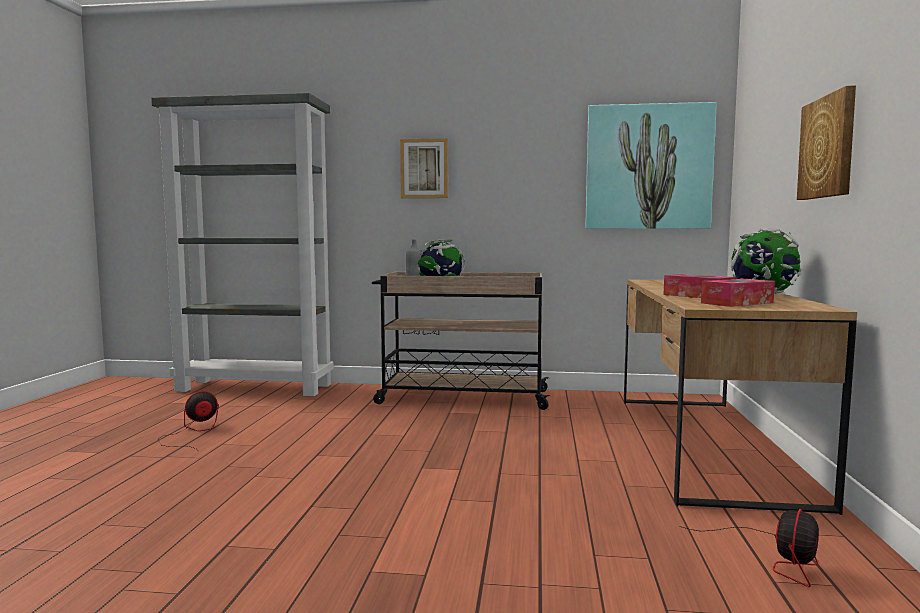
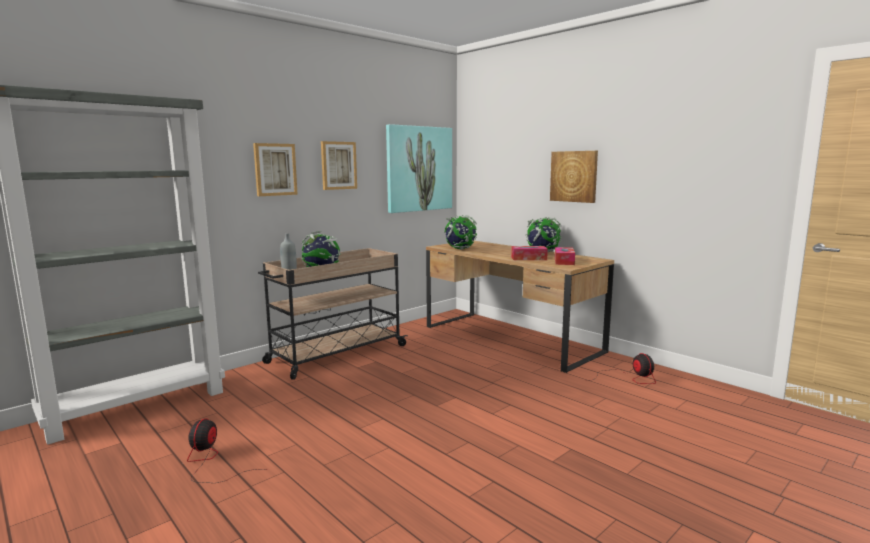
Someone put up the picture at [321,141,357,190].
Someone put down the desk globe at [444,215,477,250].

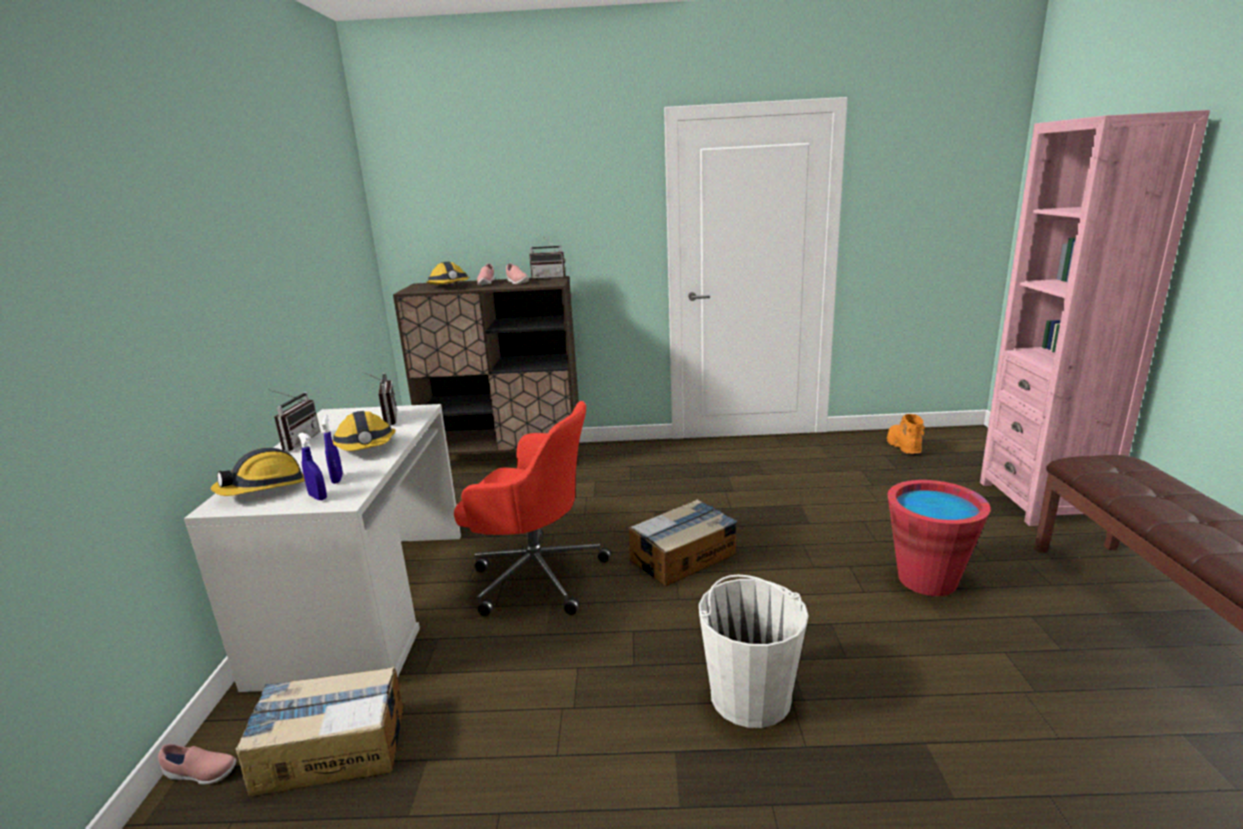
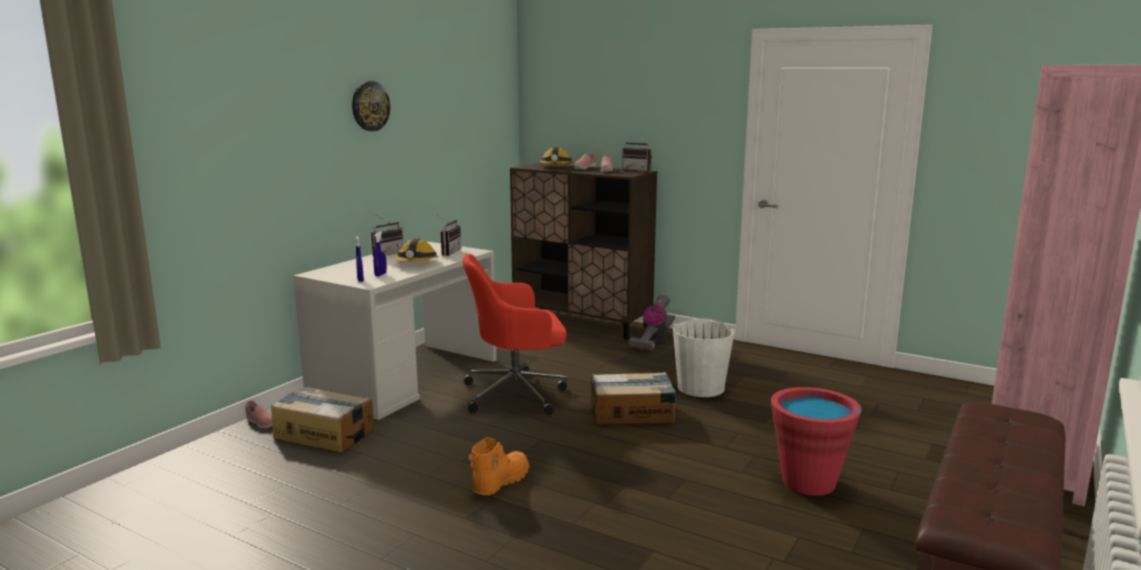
Someone rotated the red-coloured office chair at [454,401,611,617] by 120 degrees clockwise.
Someone carried the orangey boot from [887,414,925,454] to [469,437,529,495].
Someone took away the work helmet at [211,448,305,496].
Someone carried the white-coloured bucket from [699,575,809,728] to [673,319,735,397].
Someone put up the clock on the wall at [352,81,390,131].
Someone put down the vacuum at [629,295,675,351].

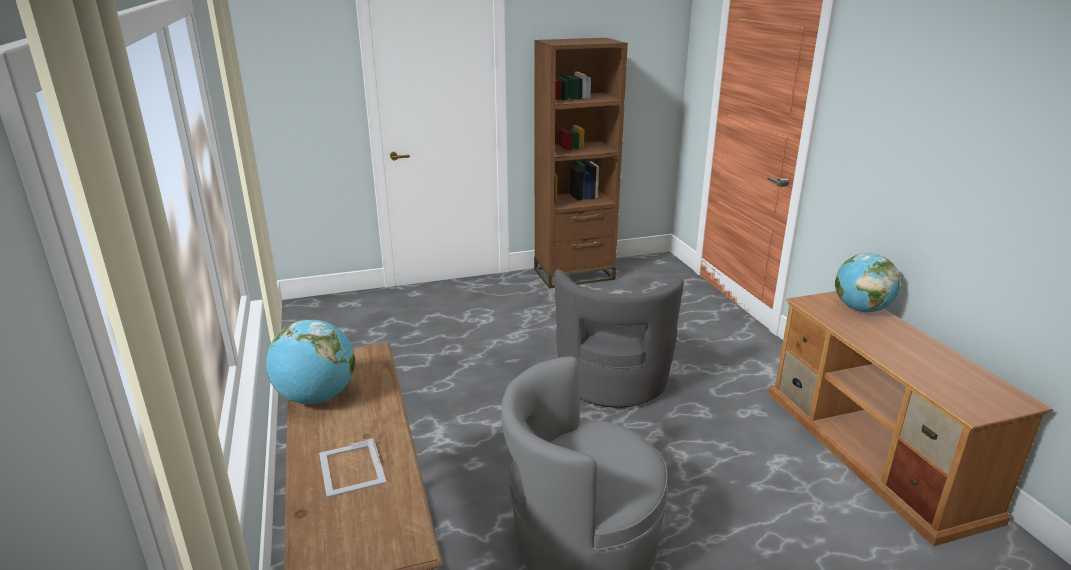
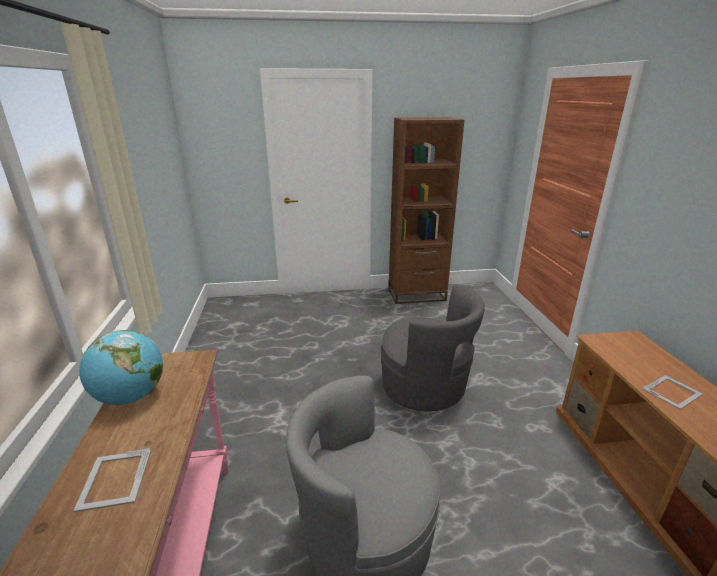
Someone took away the desk globe at [835,253,901,312].
Someone rotated the grey armchair at [554,269,684,408] by 75 degrees counterclockwise.
Someone put down the picture frame at [642,375,703,410].

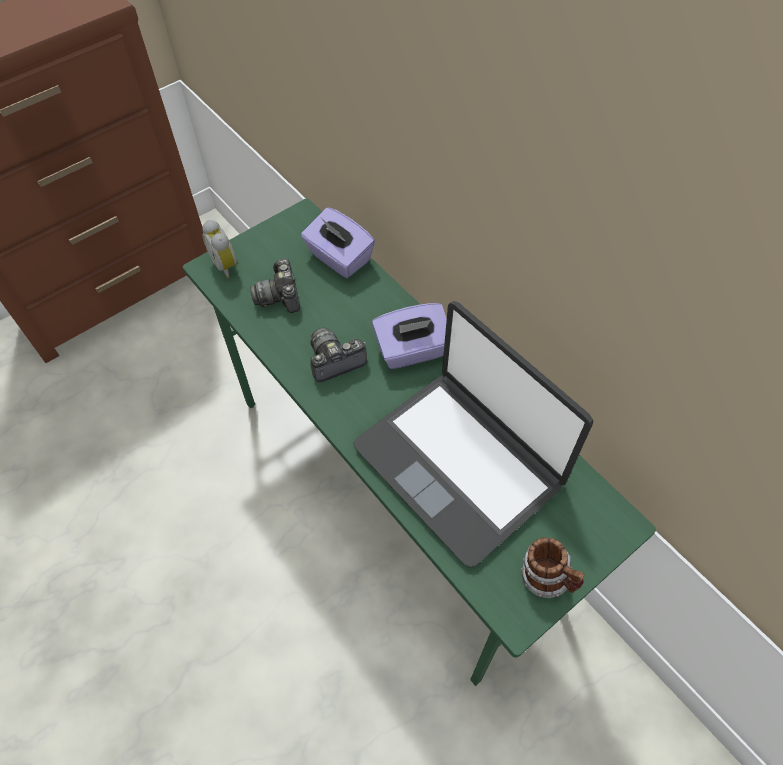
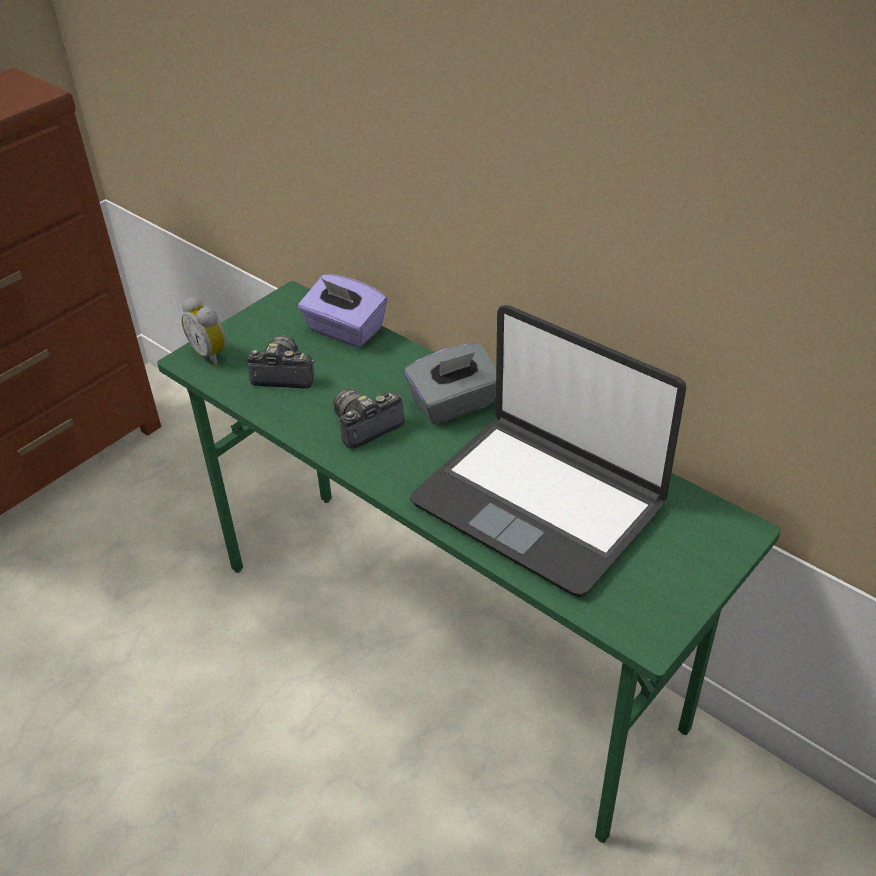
Someone rotated the still camera at [250,258,300,313] by 120 degrees clockwise.
Someone repainted the purple tissue box at [372,303,447,369], which became the grey tissue box at [404,343,496,424].
Someone took away the coffee mug at [521,537,585,598].

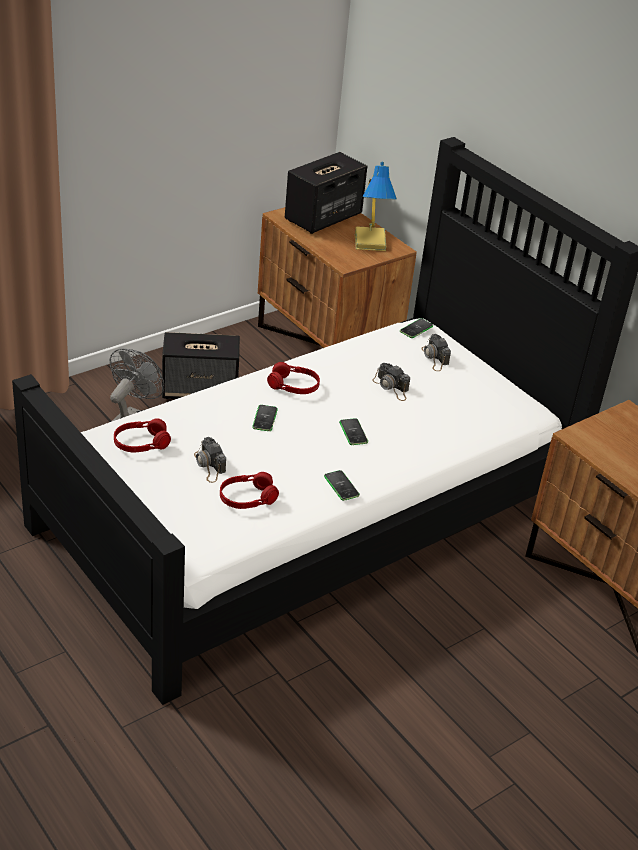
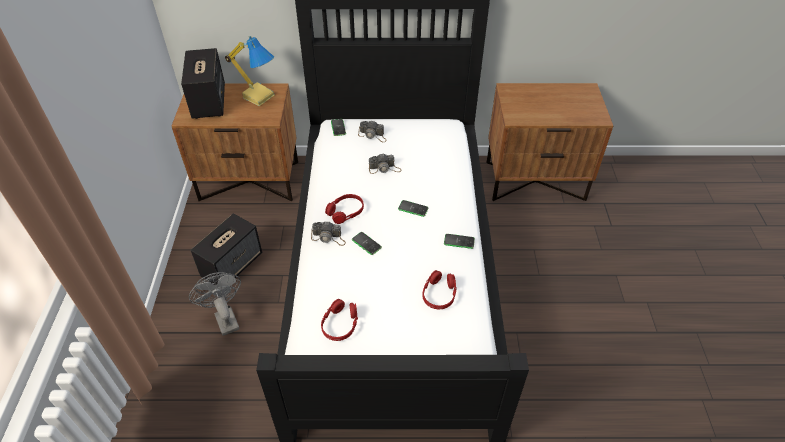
Someone carried the still camera from [194,437,226,483] to [311,221,346,246].

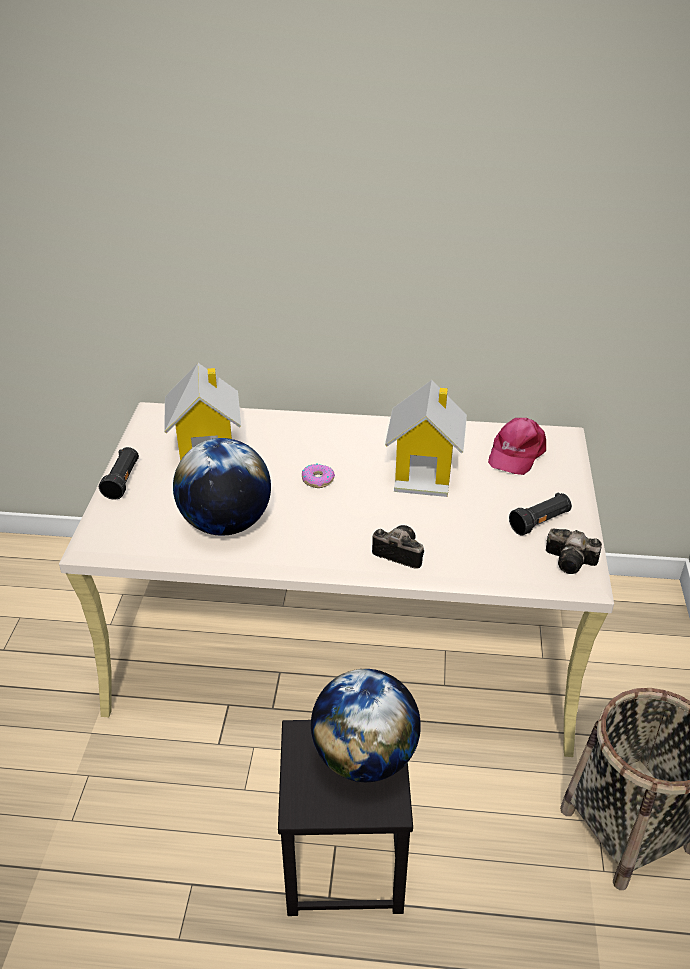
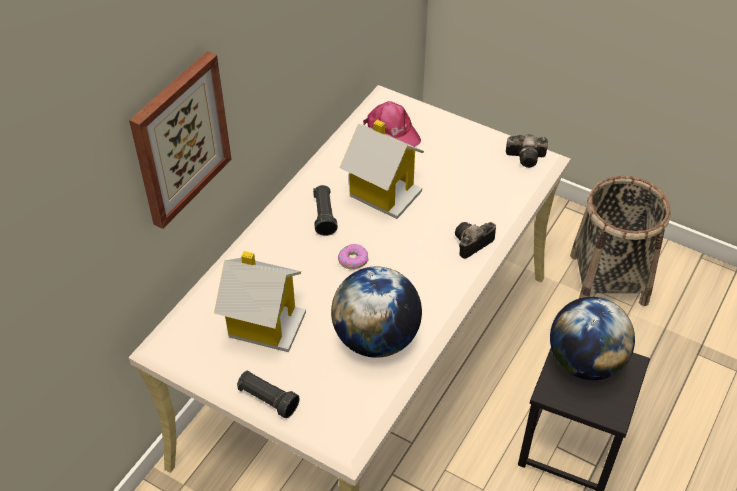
Someone carried the blackish flashlight from [509,492,572,536] to [313,185,338,236].
Someone rotated the still camera at [546,528,602,574] by 45 degrees clockwise.
Someone put up the picture at [129,51,232,229].

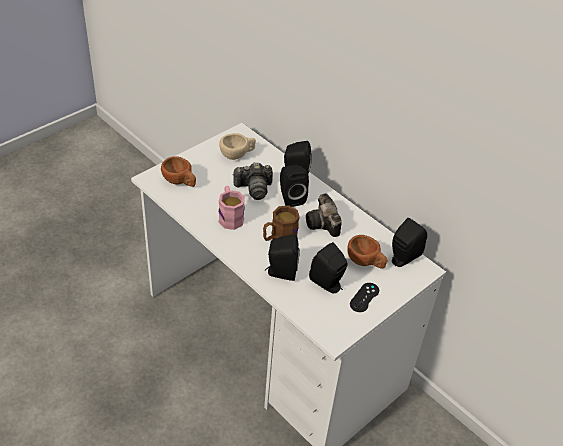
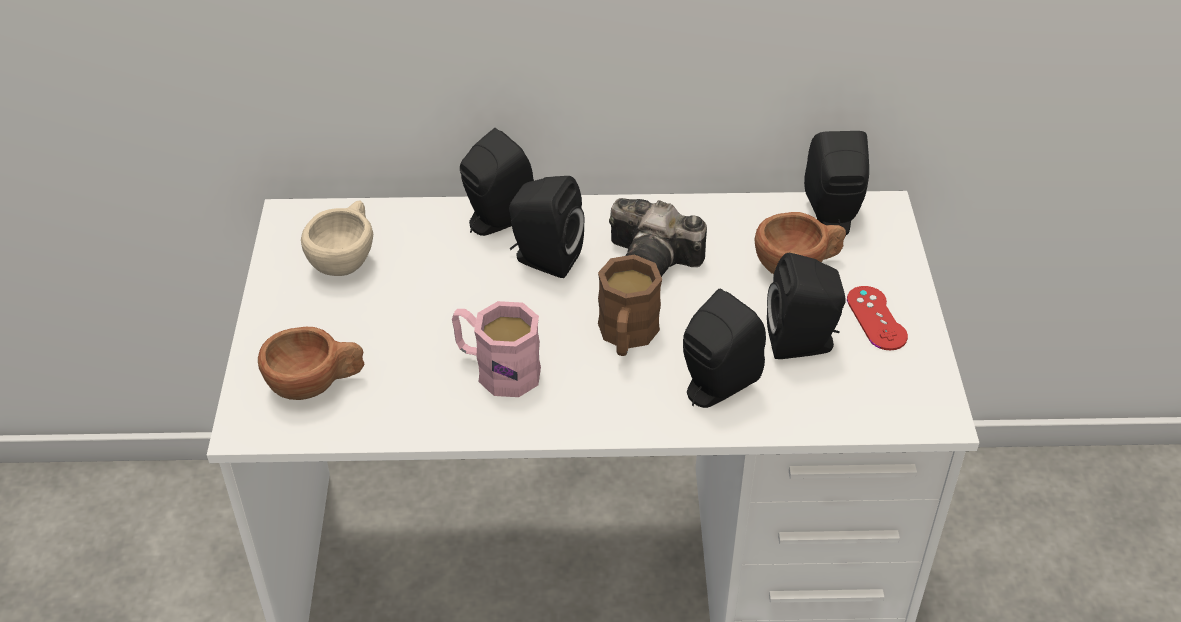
Someone took away the still camera at [232,162,273,200].
Someone repainted the blackish joypad at [350,283,379,312], which became the red-coloured joypad at [847,286,908,350].

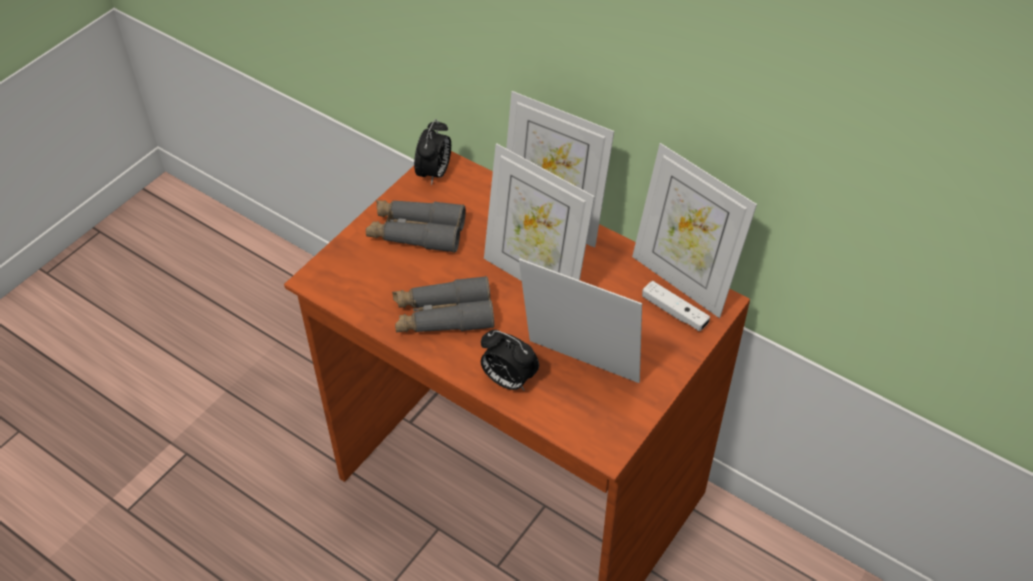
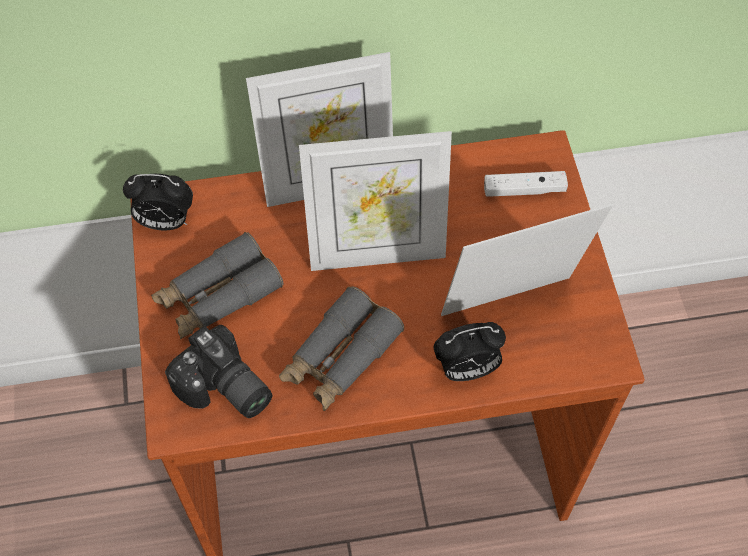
Someone rotated the alarm clock at [414,119,451,185] by 120 degrees clockwise.
Someone took away the picture frame at [632,143,757,318].
Someone put down the still camera at [165,325,272,418].

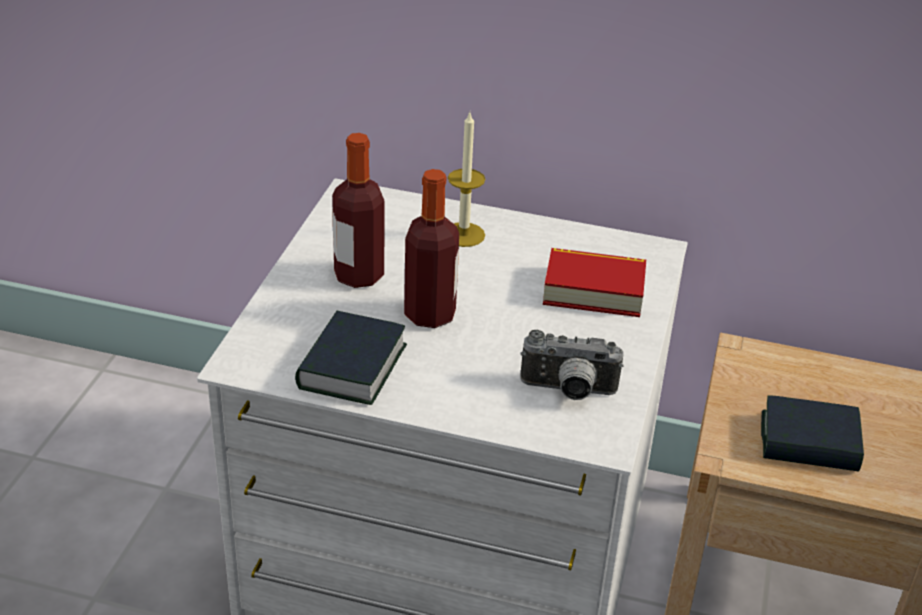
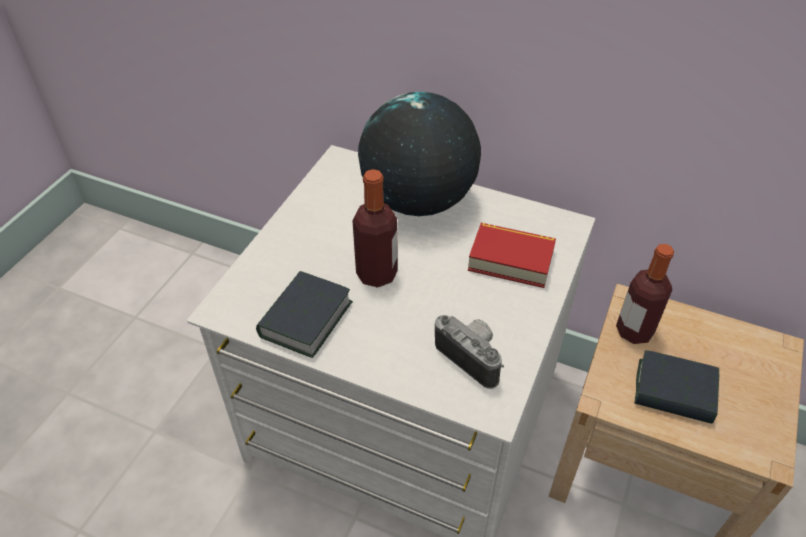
Someone swapped the wax candle at [448,113,485,247] for the desk globe at [358,92,481,216].
Someone carried the bottle from [332,133,385,288] to [616,244,674,344].
Someone rotated the still camera at [520,330,624,400] by 150 degrees counterclockwise.

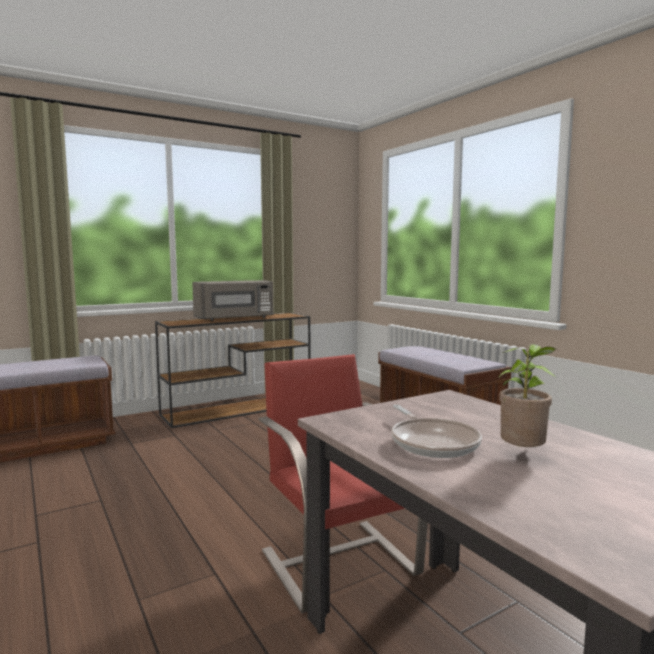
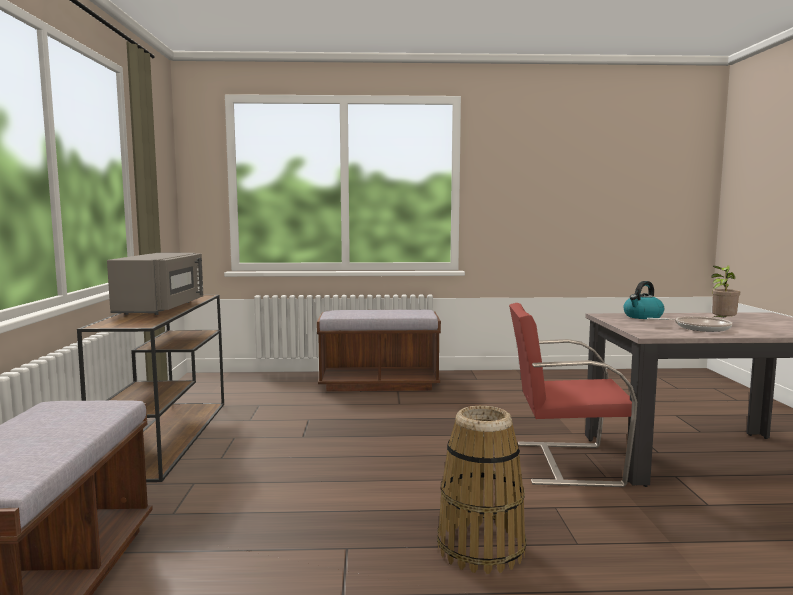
Someone put down the tea kettle at [623,281,664,319].
Someone put down the household basket at [437,406,526,574].

